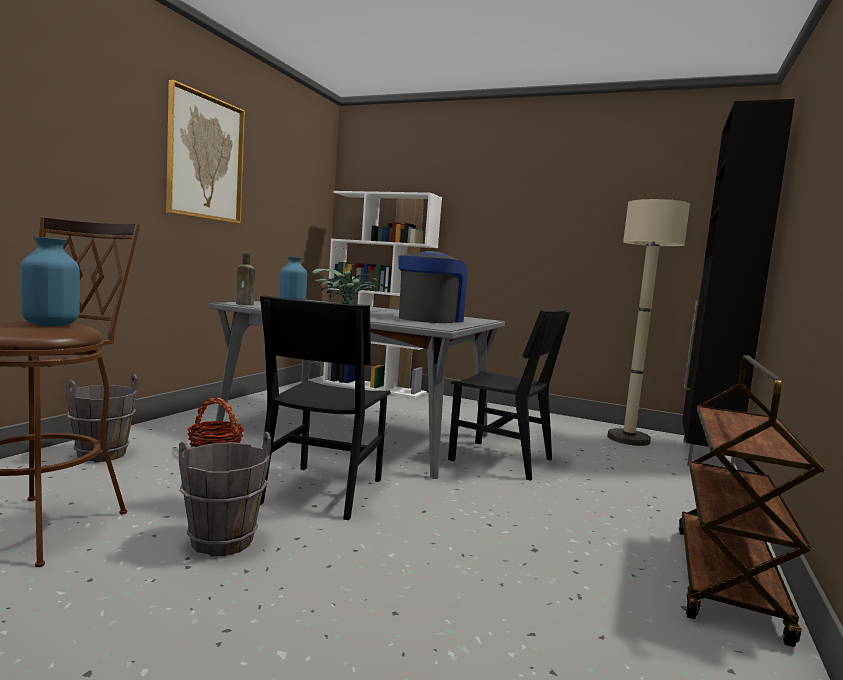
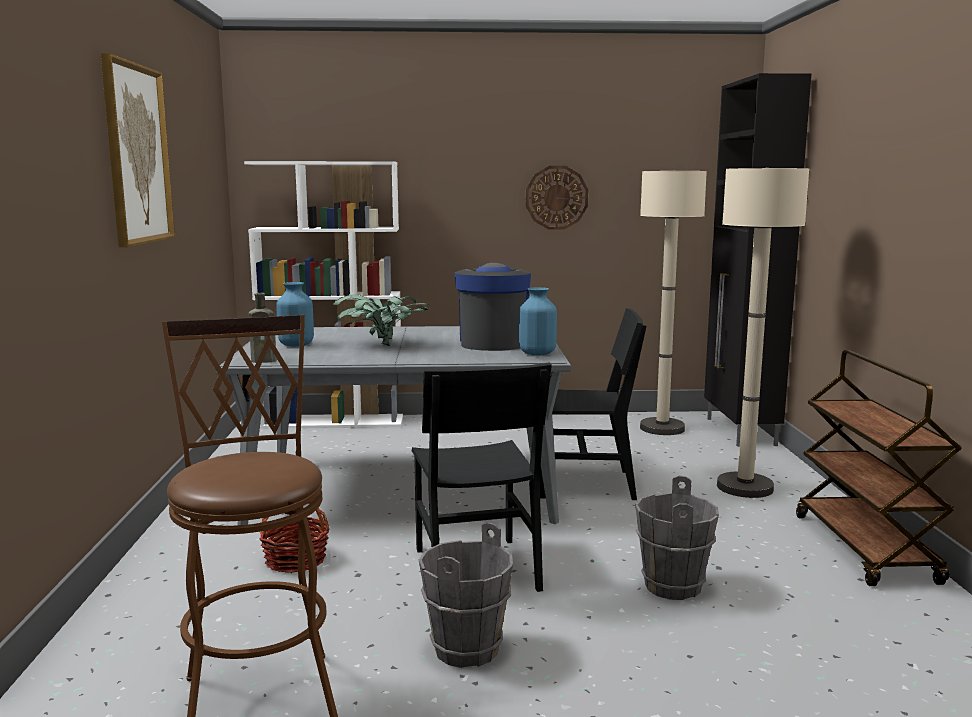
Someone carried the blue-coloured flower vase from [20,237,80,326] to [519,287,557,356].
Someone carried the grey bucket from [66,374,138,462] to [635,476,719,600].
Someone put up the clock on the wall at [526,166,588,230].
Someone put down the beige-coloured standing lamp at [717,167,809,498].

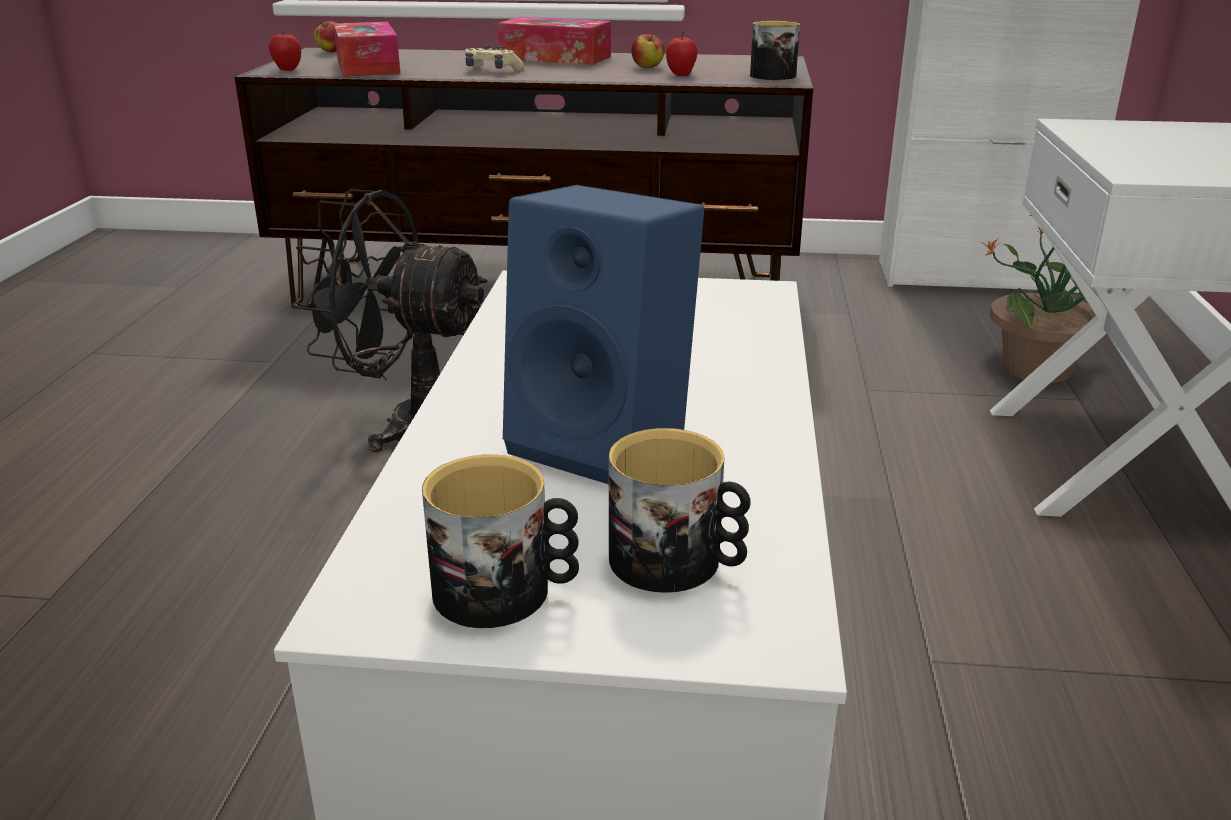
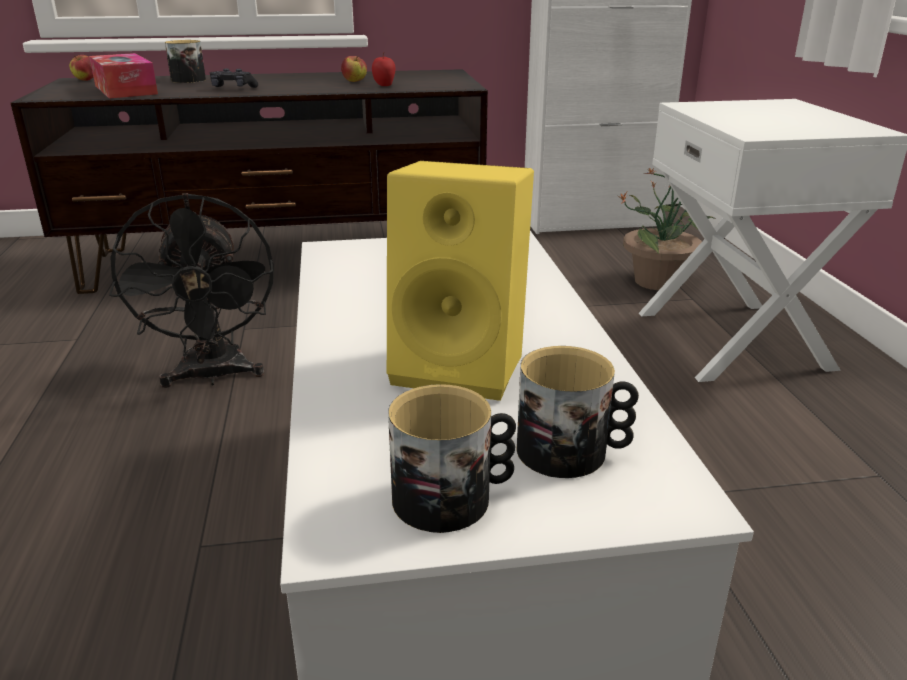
Someone took away the tissue box at [498,17,611,65].
Someone carried the coffee mug from [750,21,800,80] to [165,40,206,83].
Someone took away the apple fruit at [269,27,301,71].
Someone repainted the beige-coloured joypad at [465,45,524,71], which became the blackish joypad at [210,69,258,88].
Someone repainted the blue-coloured speaker at [503,185,704,484], which became the yellow speaker at [387,161,534,401].
Someone rotated the blackish electric fan at [292,189,488,452] by 105 degrees counterclockwise.

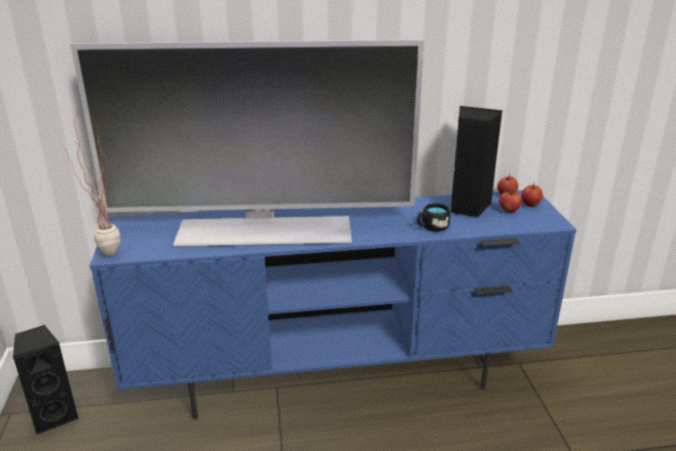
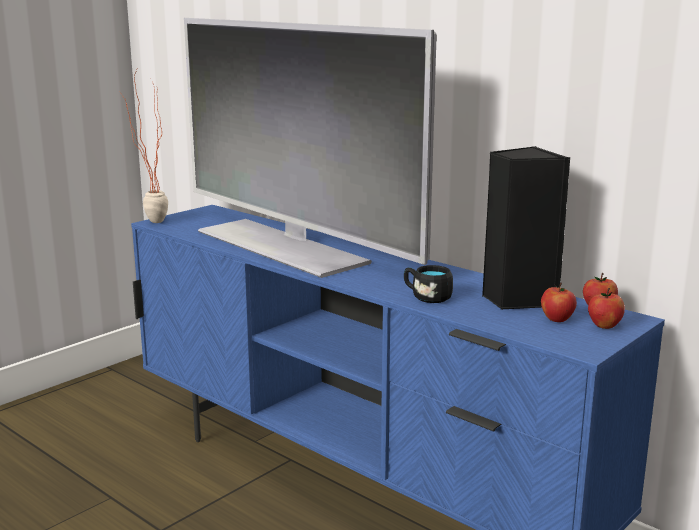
Someone took away the blackish speaker at [13,325,79,435].

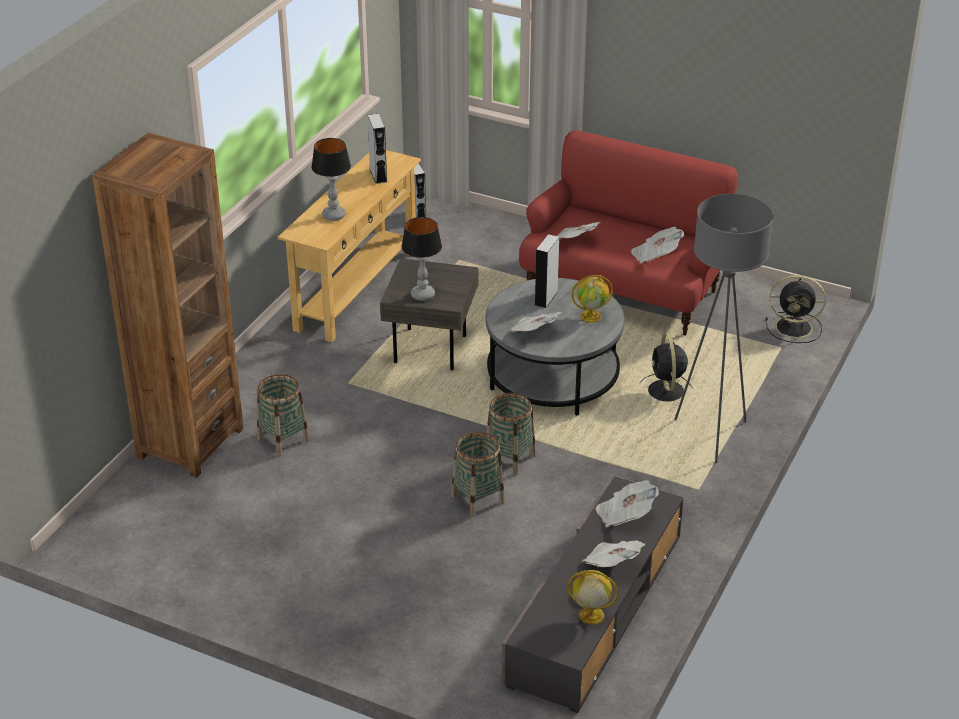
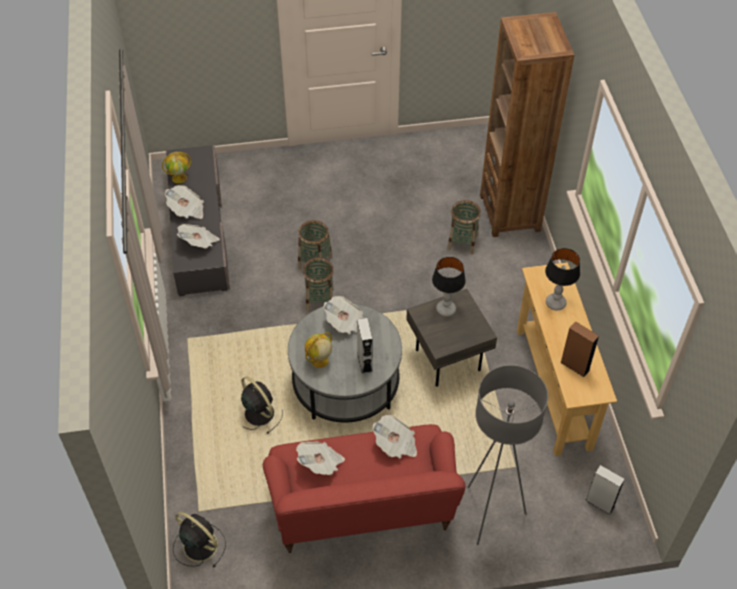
Someone repainted the grey speaker at [367,114,387,184], which became the brownish speaker at [560,321,599,377].
Someone carried the grey standing lamp from [674,194,774,463] to [467,365,548,545].
Someone rotated the blackish electric fan at [766,275,826,343] by 60 degrees clockwise.

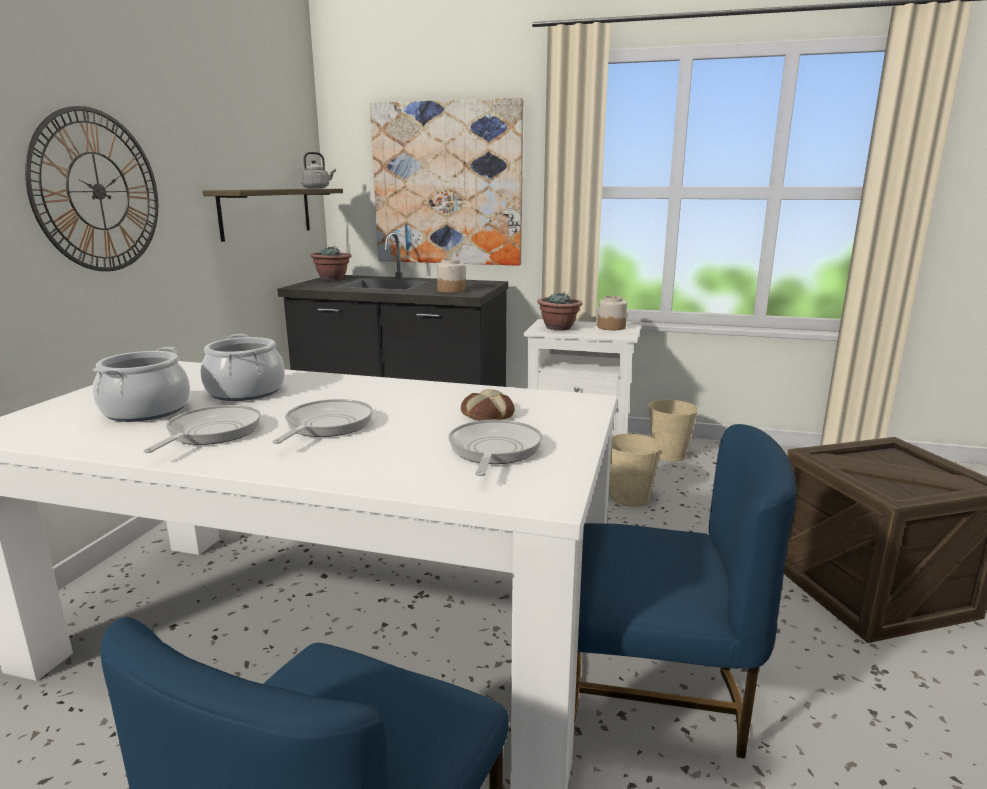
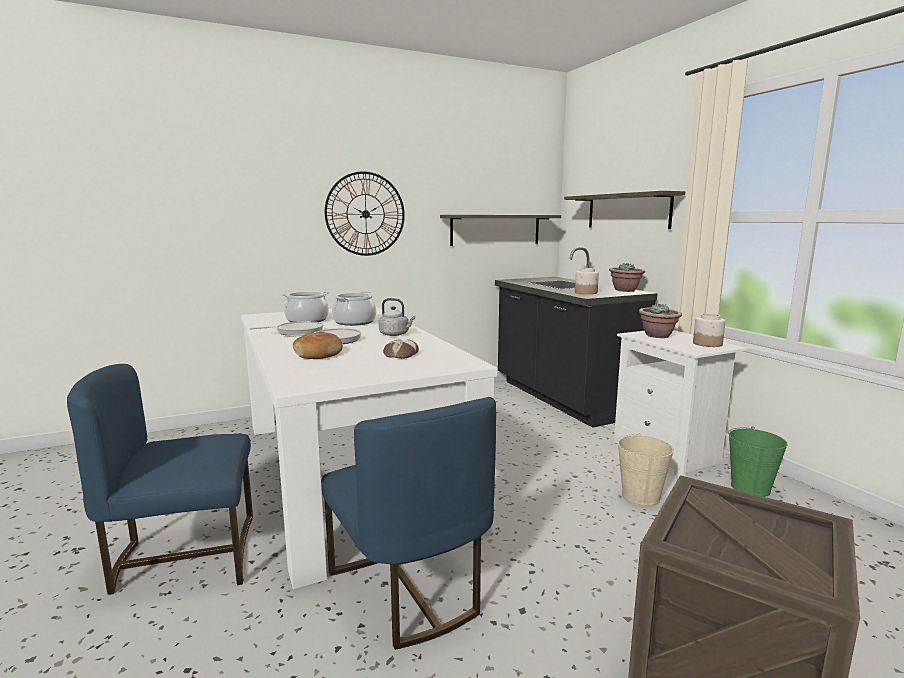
Someone swapped the picture at [370,98,523,266] for the wall shelf at [564,191,685,229].
Someone carried the grey tea kettle from [300,152,336,189] to [379,298,415,336].
Someone carried the plant in a pot from [310,246,351,281] to [609,263,645,292].
Someone repainted the beige-coloured bucket at [648,398,698,461], which became the green-coloured bucket at [728,426,788,497].
Someone took away the frying pan at [448,420,542,476].
Someone put down the baked bread at [293,332,343,359].

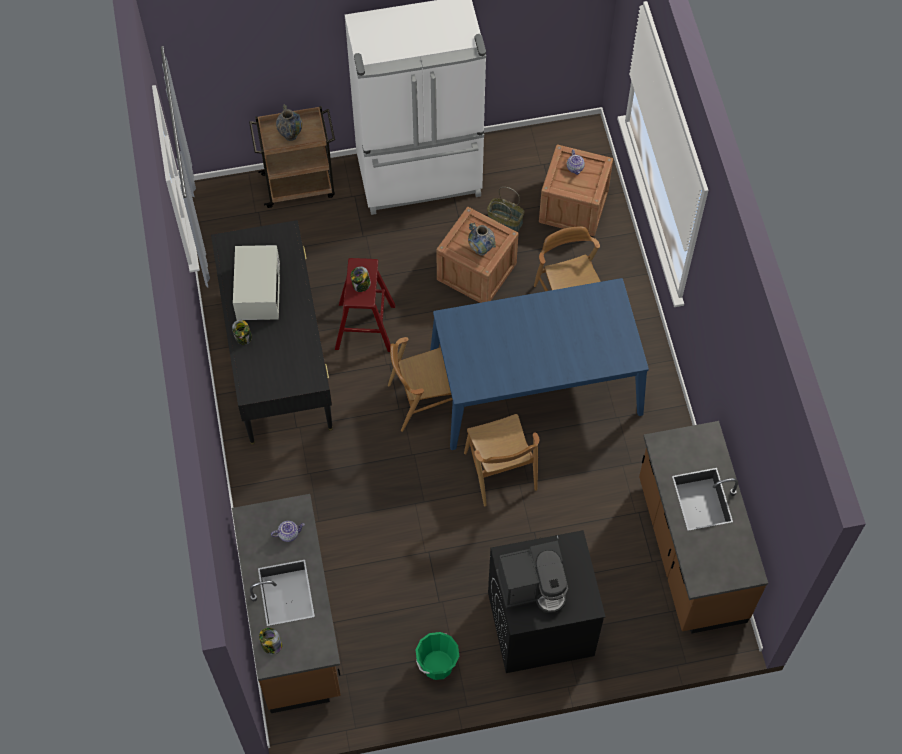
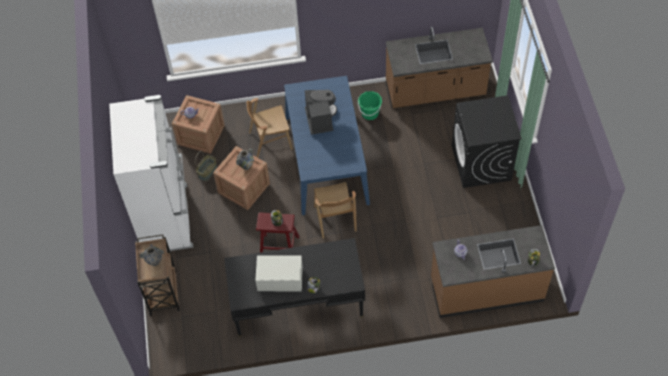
Someone took away the brownish upright chair at [464,414,539,506].
Someone carried the coffee brewer from [496,541,568,613] to [305,90,337,135].
Someone carried the green-coloured bucket from [416,632,459,680] to [358,91,382,120].

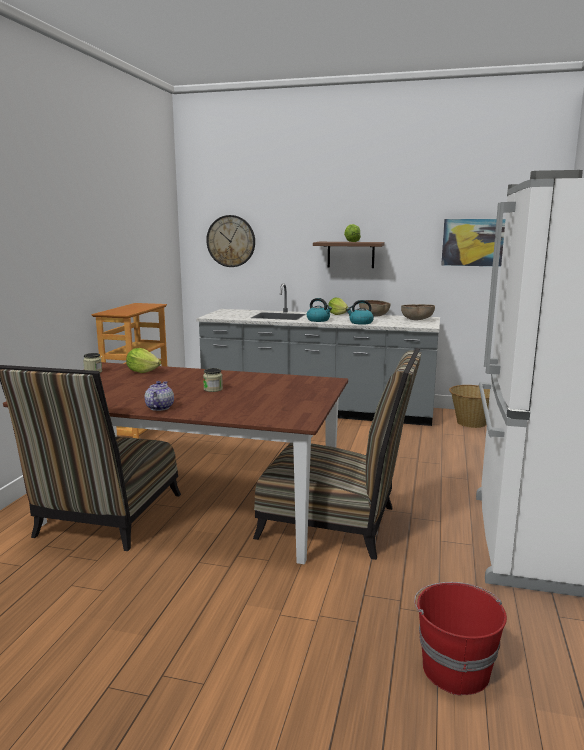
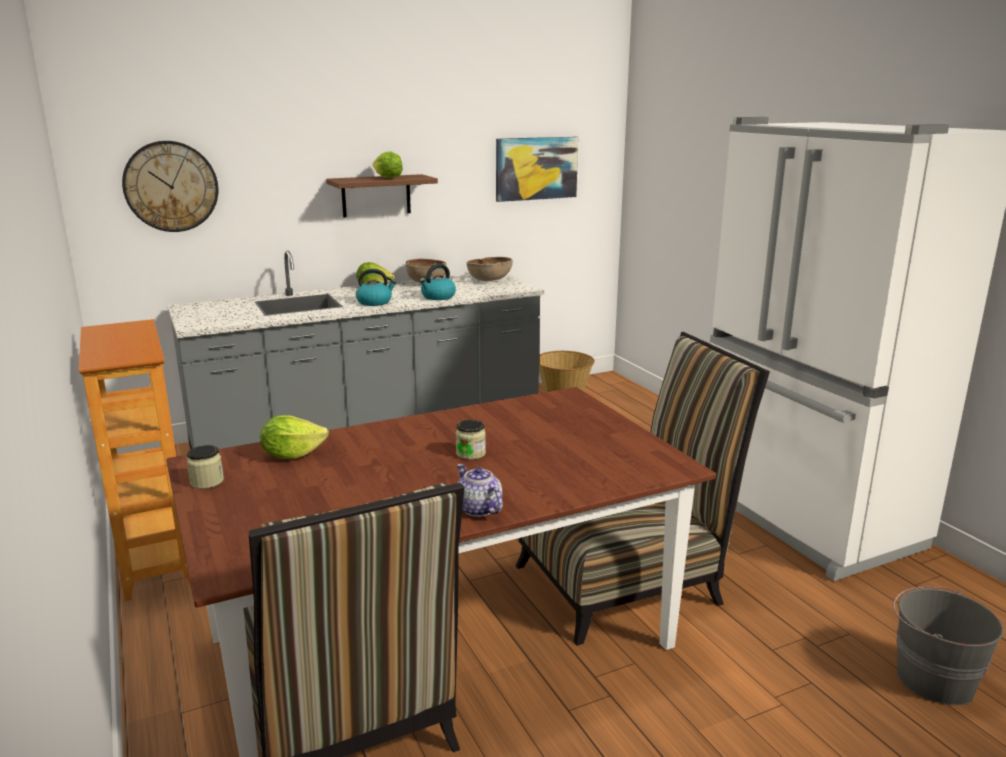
Someone repainted the red-coloured bucket at [414,582,507,696], which became the grey bucket at [893,587,1004,705].

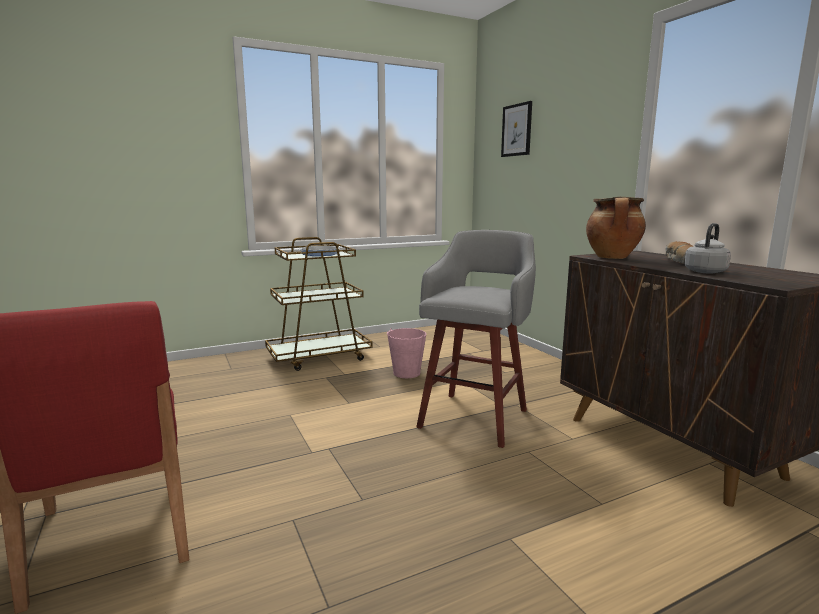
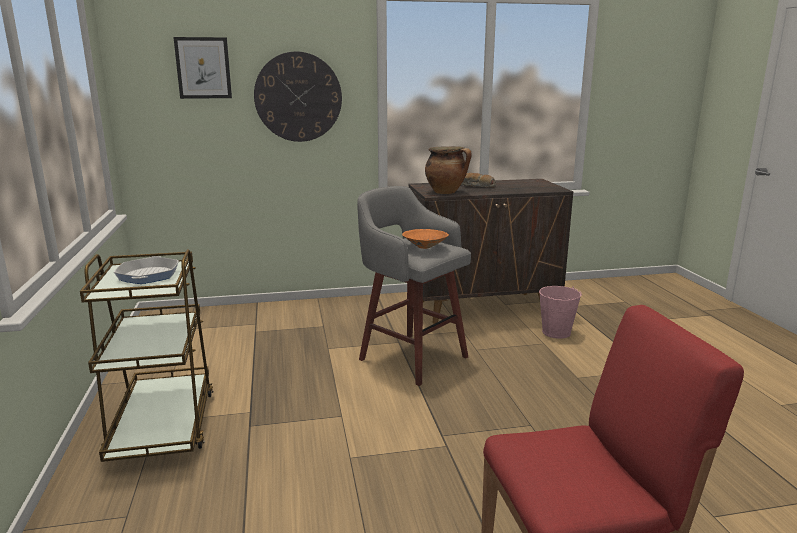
Someone took away the grey tea kettle at [684,223,731,273].
Someone carried the pinkish bucket from [387,328,427,378] to [539,286,582,339].
Someone put up the clock on the wall at [254,52,342,142].
Someone put down the orangey bowl at [402,229,449,249].

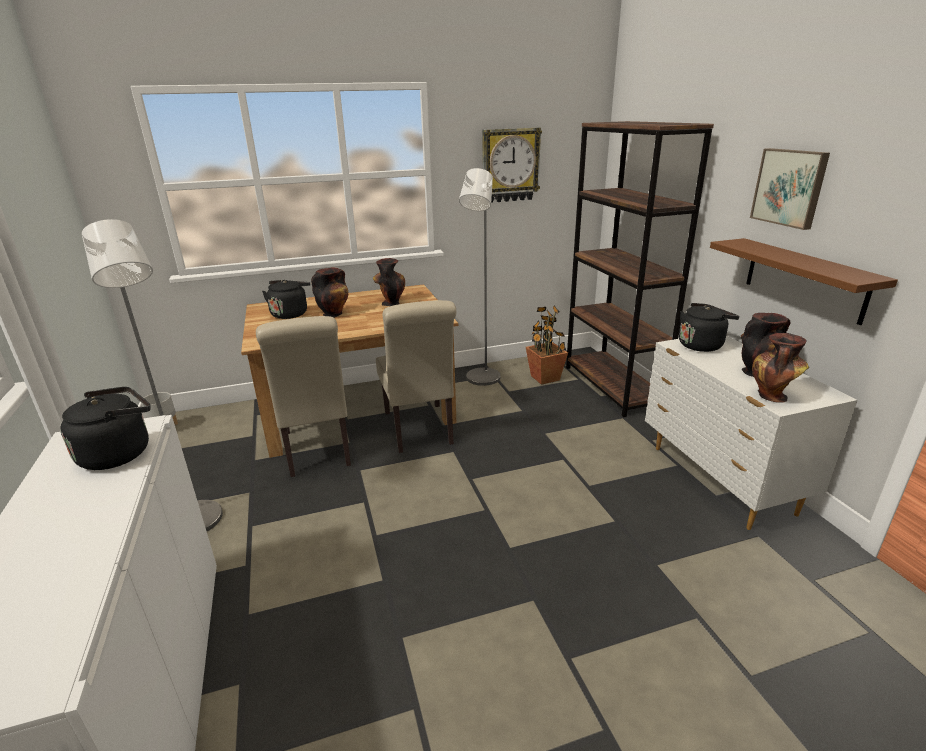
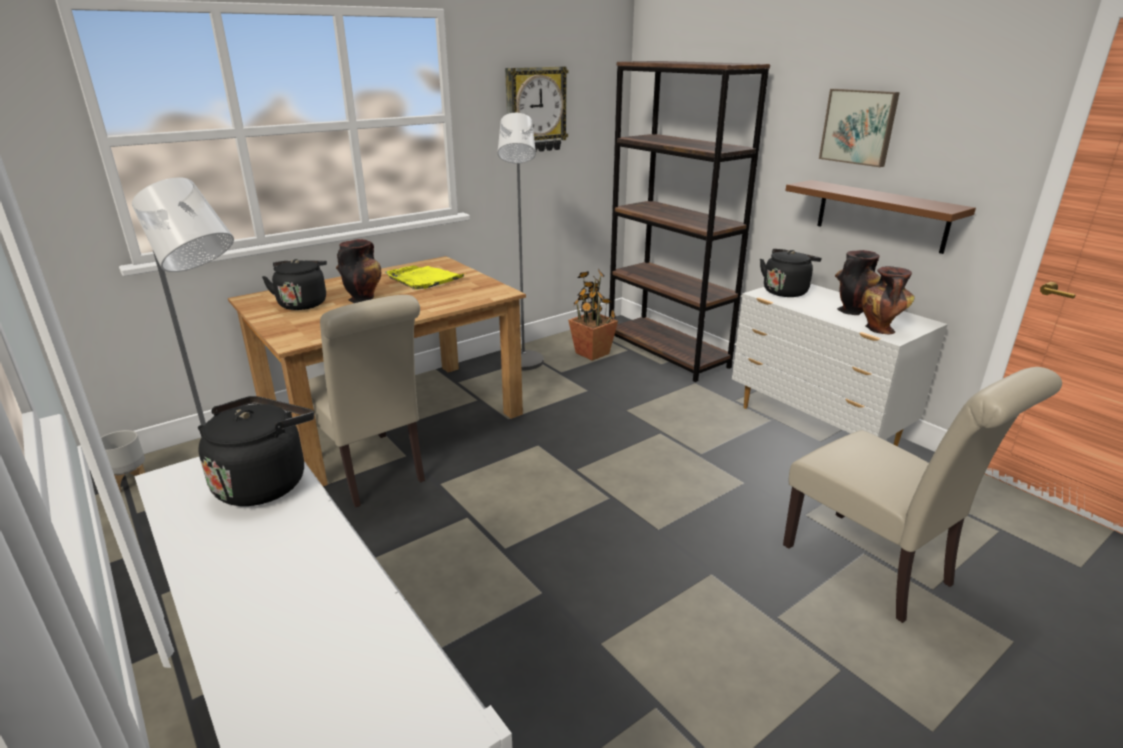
Someone swapped the flower vase at [373,258,405,306] for the yellow carrying tray at [385,265,467,290].
Someone carried the beige-coloured upright chair from [376,300,457,453] to [783,367,1062,623].

